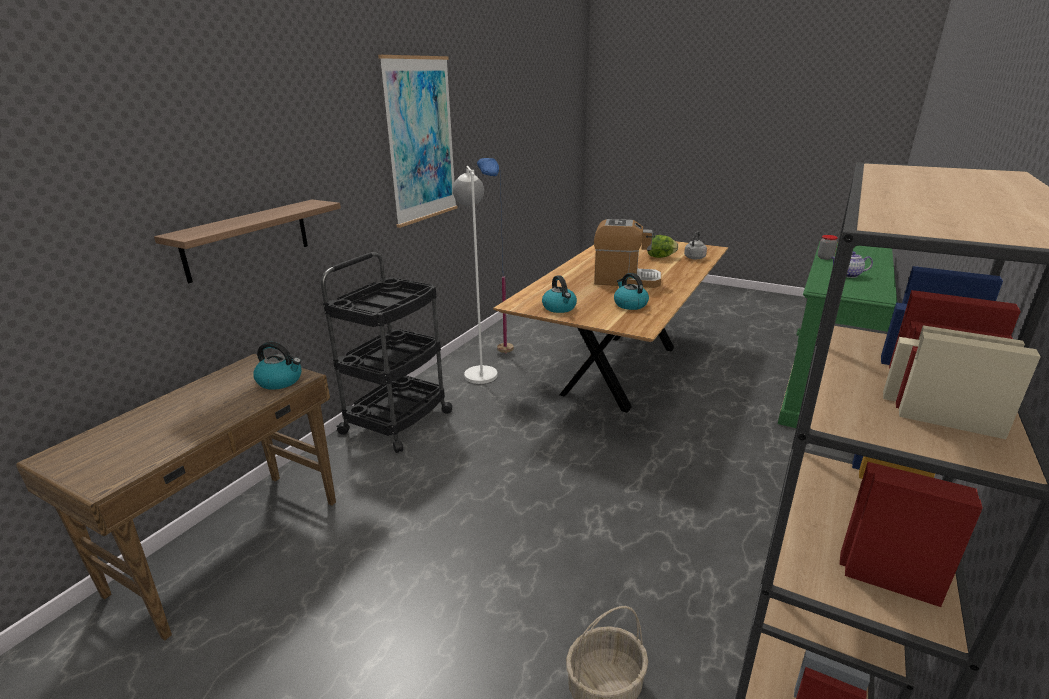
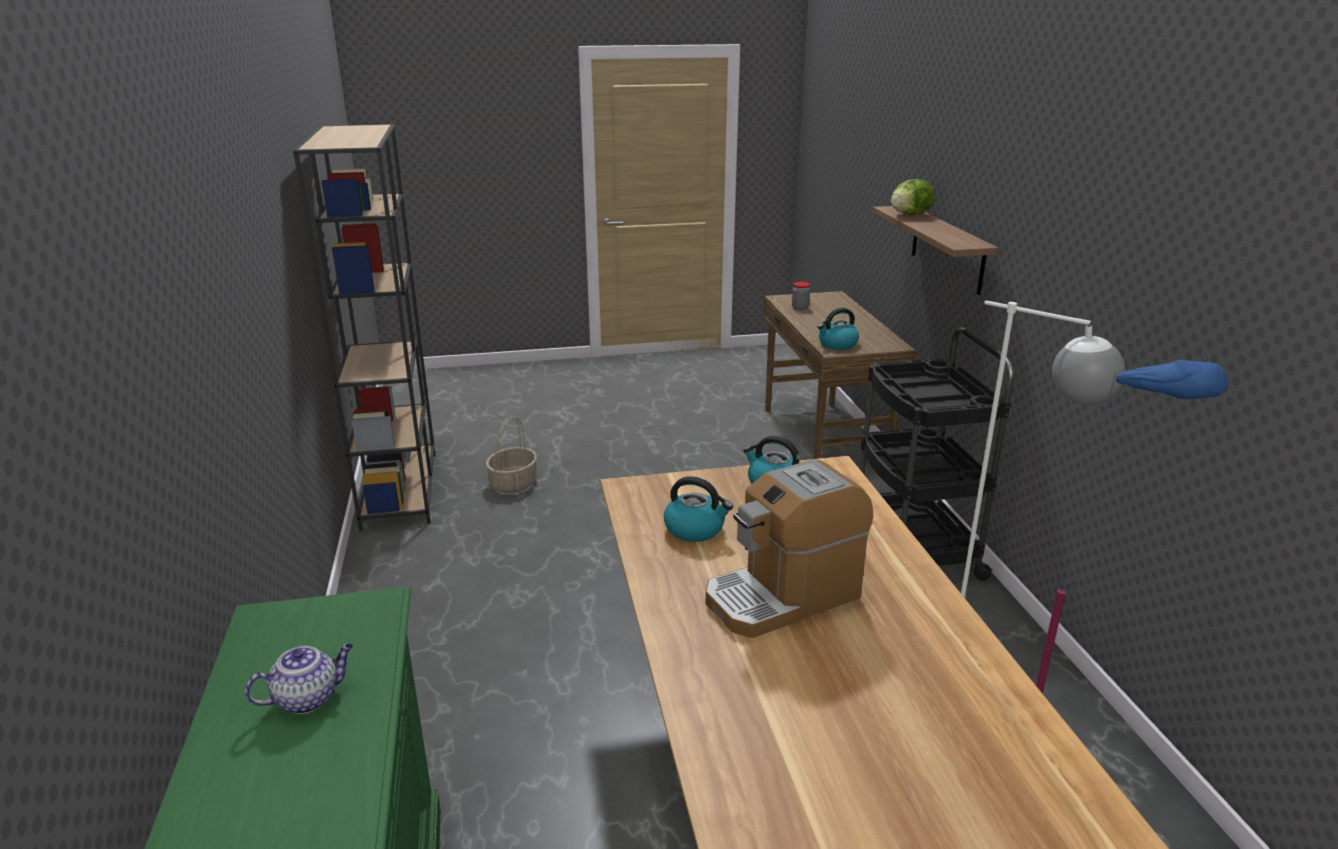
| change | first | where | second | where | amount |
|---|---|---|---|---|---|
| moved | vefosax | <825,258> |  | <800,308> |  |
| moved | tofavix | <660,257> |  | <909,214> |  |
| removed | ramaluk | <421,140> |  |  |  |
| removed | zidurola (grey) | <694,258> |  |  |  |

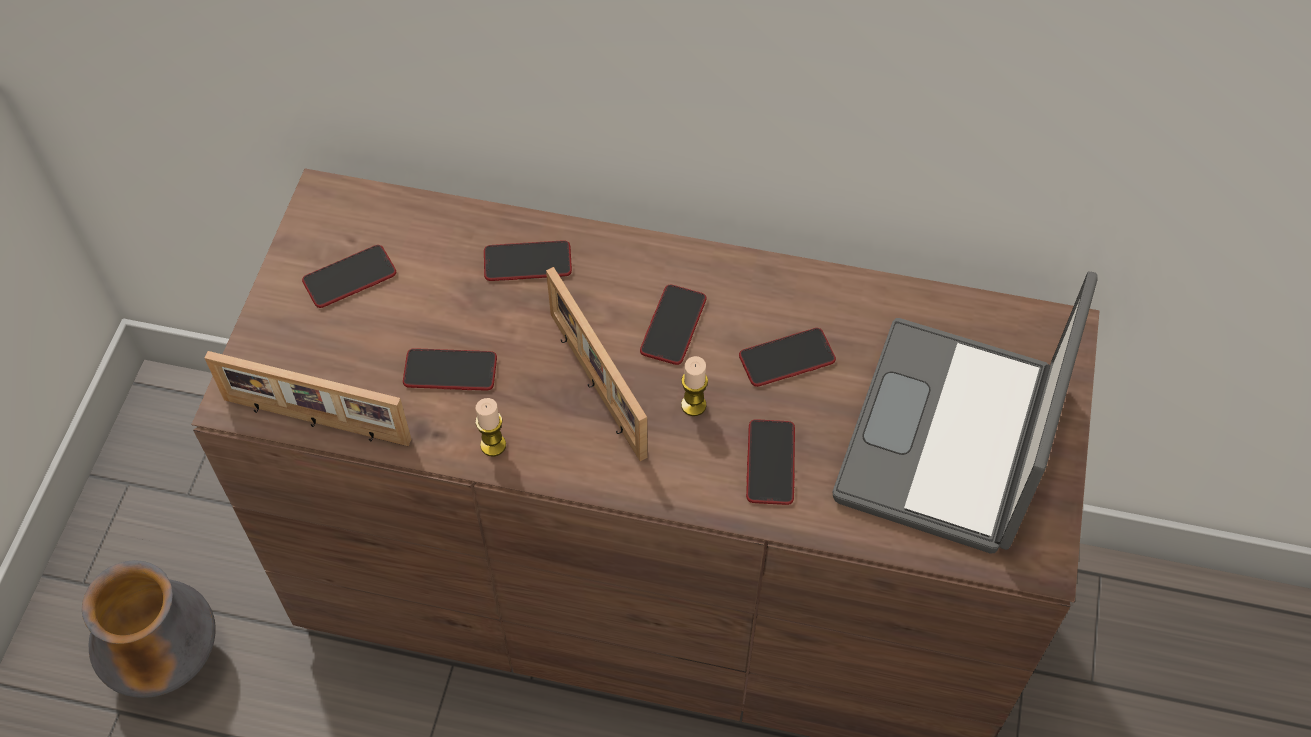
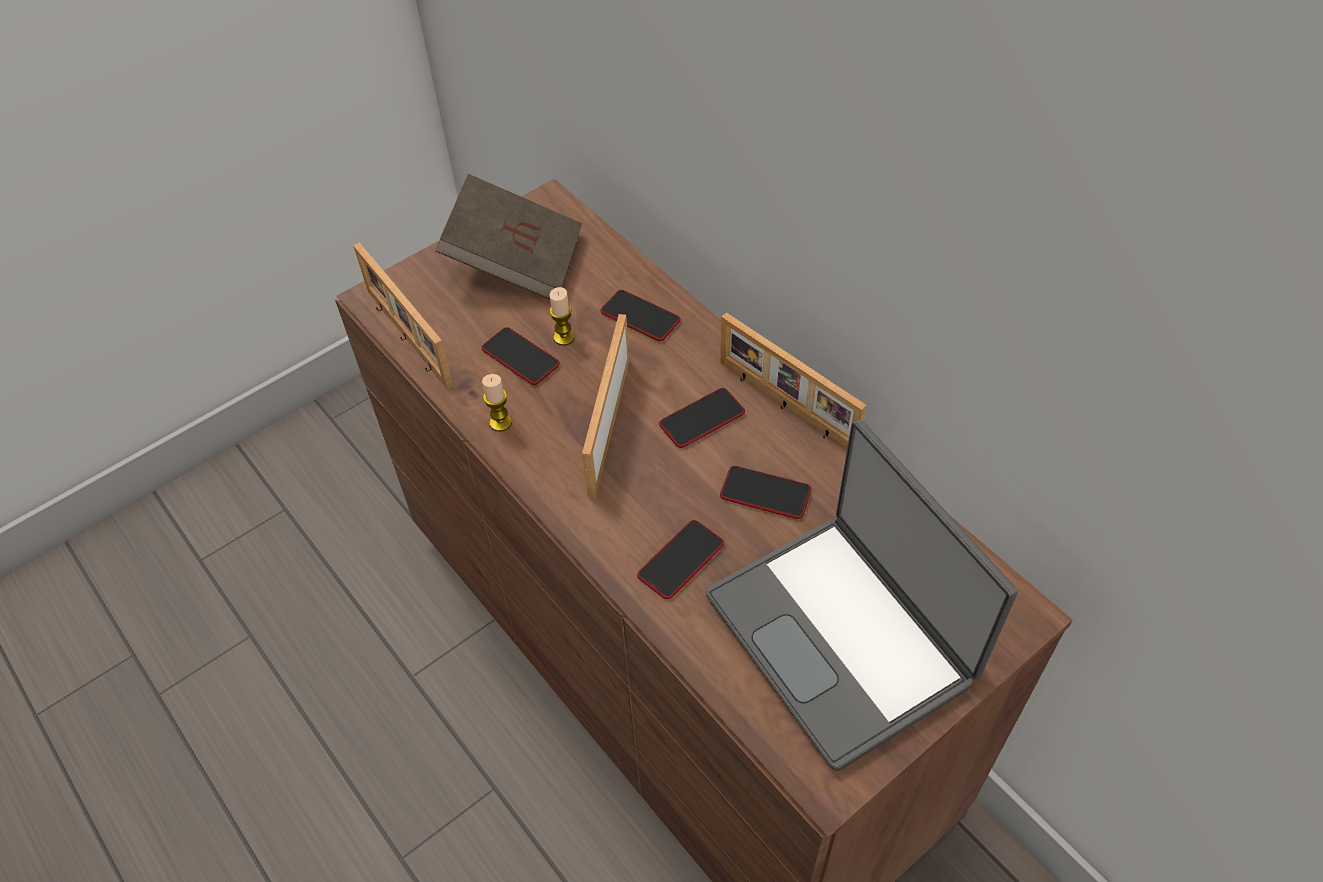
| change | first | where | second | where | amount |
|---|---|---|---|---|---|
| replaced | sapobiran | <349,277> | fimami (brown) | <515,261> |  |
| moved | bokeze | <693,405> |  | <564,337> |  |
| turned | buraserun | <951,438> |  | <842,636> | 90 degrees counterclockwise |
| added |  |  | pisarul | <785,406> |  |
| removed | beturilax | <168,659> |  |  |  |

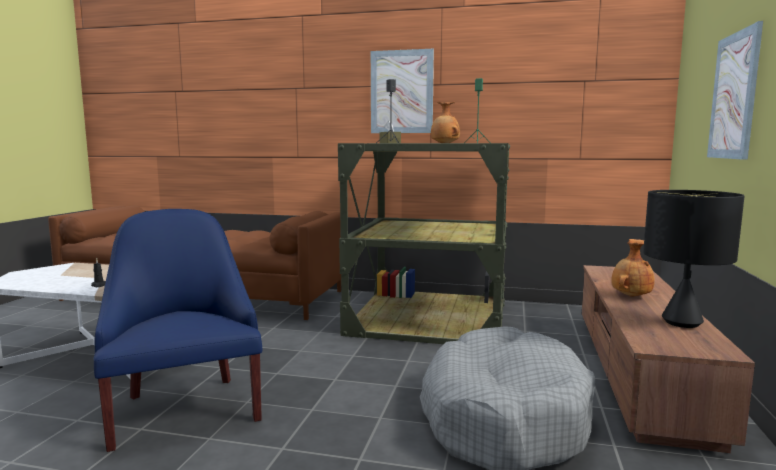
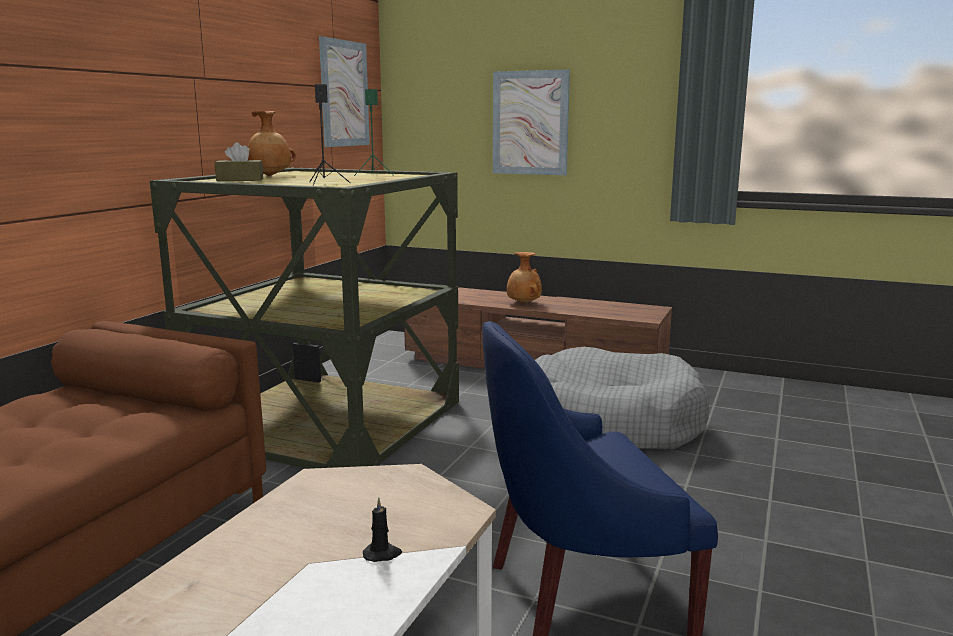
| change | first | where | second | where | amount |
|---|---|---|---|---|---|
| moved | ramaluk | <401,92> |  | <344,93> |  |
| removed | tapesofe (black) | <681,323> |  |  |  |

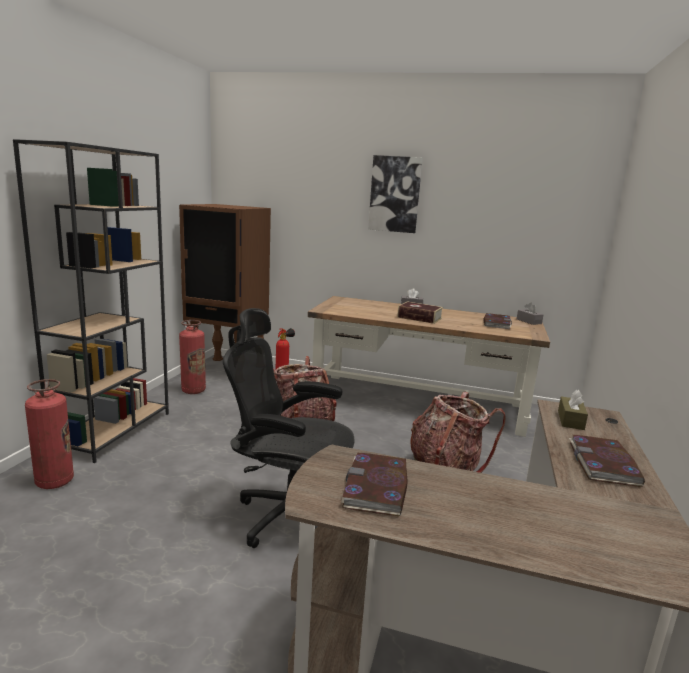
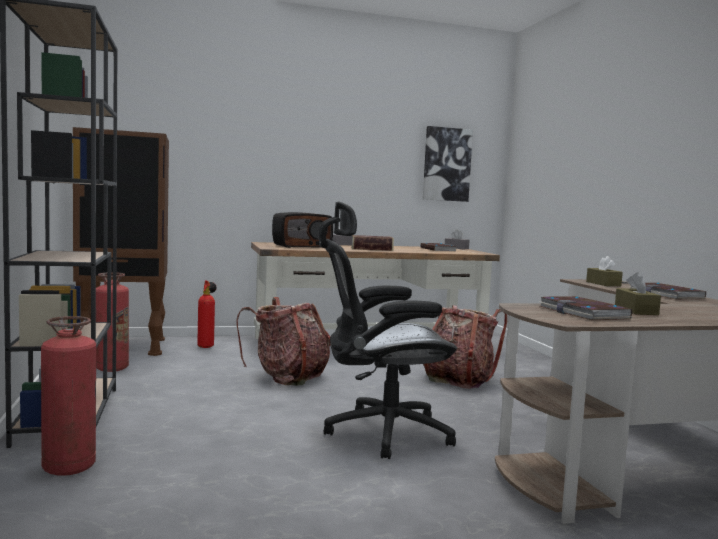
| change | first | where | second | where | amount |
|---|---|---|---|---|---|
| added |  |  | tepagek | <302,246> |  |
| moved | ramaluk | <395,194> |  | <446,164> |  |
| added |  |  | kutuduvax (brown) | <636,310> |  |

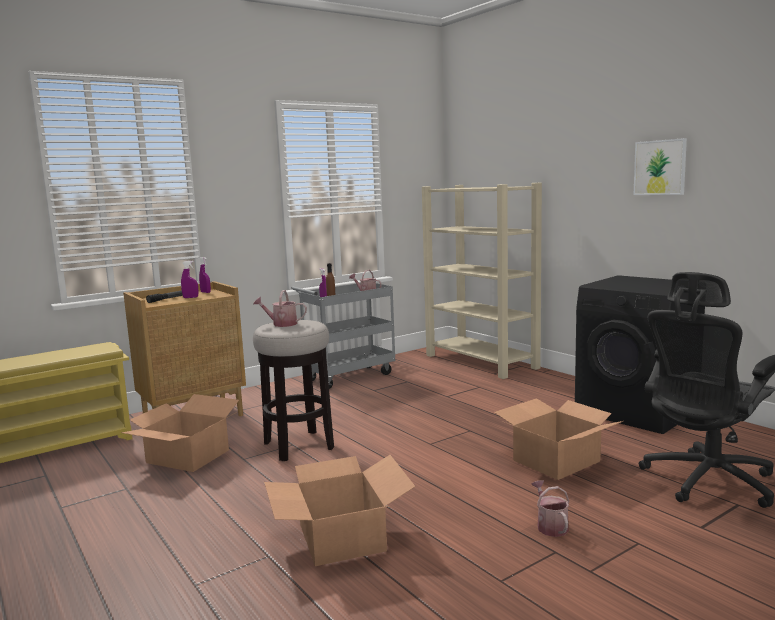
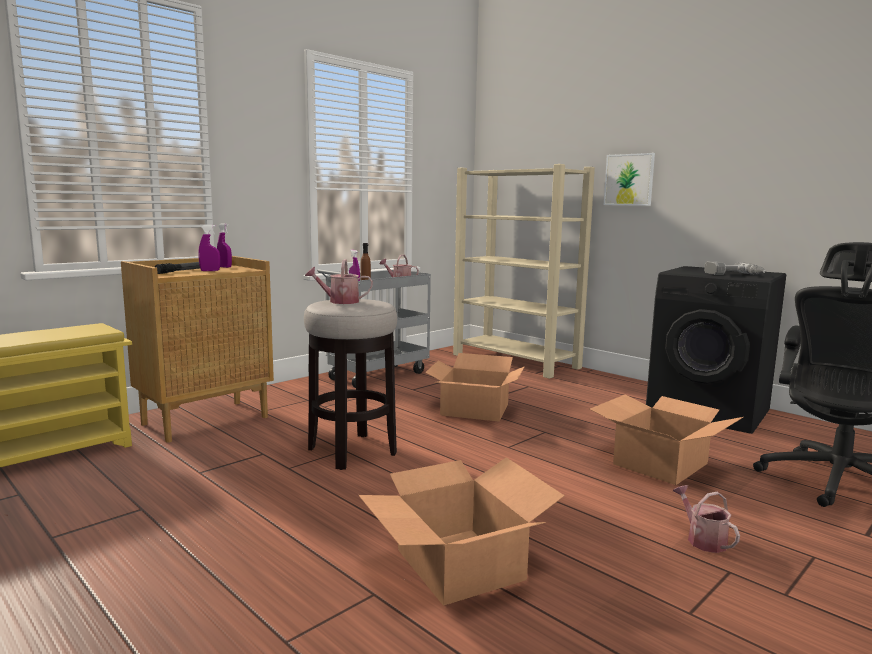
| change | first | where | second | where | amount |
|---|---|---|---|---|---|
| moved | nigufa | <187,457> |  | <475,410> |  |
| moved | ramaluk | <660,167> |  | <629,179> |  |
| added |  |  | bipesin | <734,275> |  |

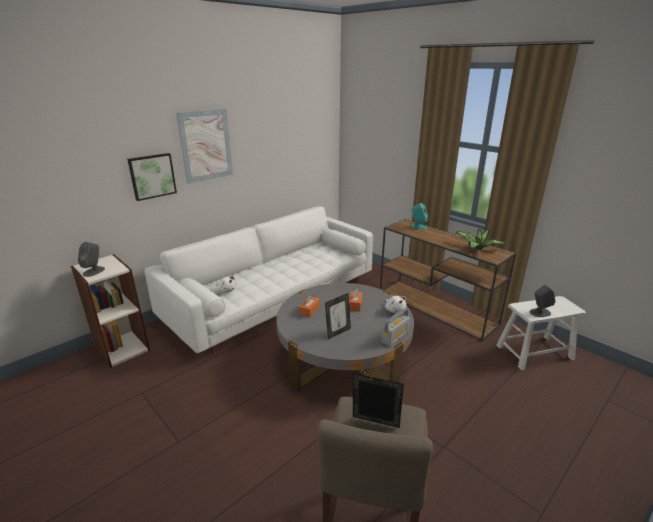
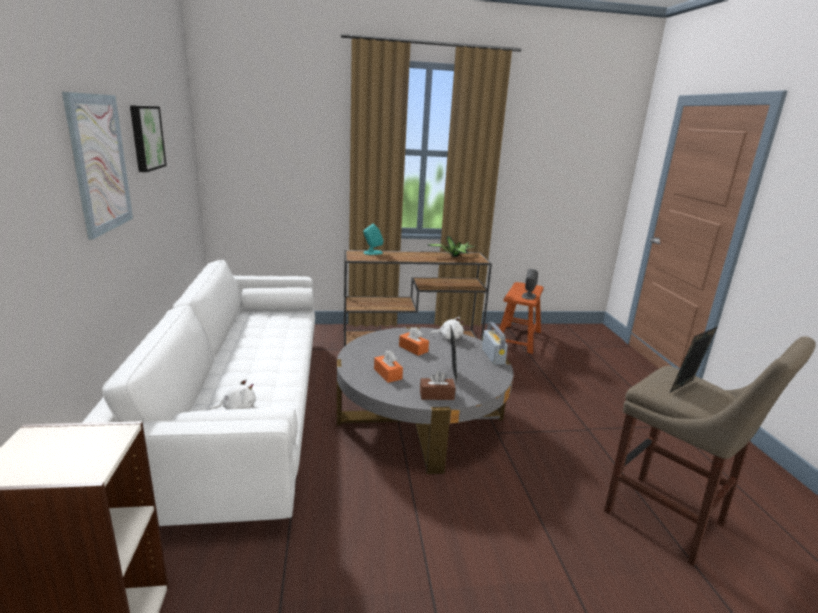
| change | first | where | second | where | amount |
|---|---|---|---|---|---|
| moved | ramaluk | <152,176> |  | <145,137> |  |
| added |  |  | kutuduvax (brown) | <436,395> |  |
| recoloured | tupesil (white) | <534,352> | tupesil (brown) | <518,338> |  |
| removed | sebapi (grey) | <94,271> |  |  |  |

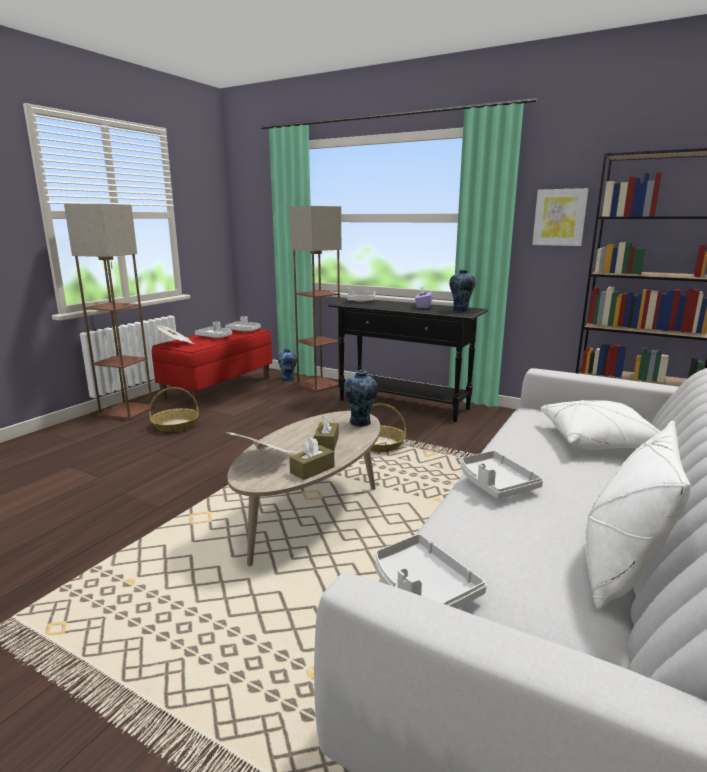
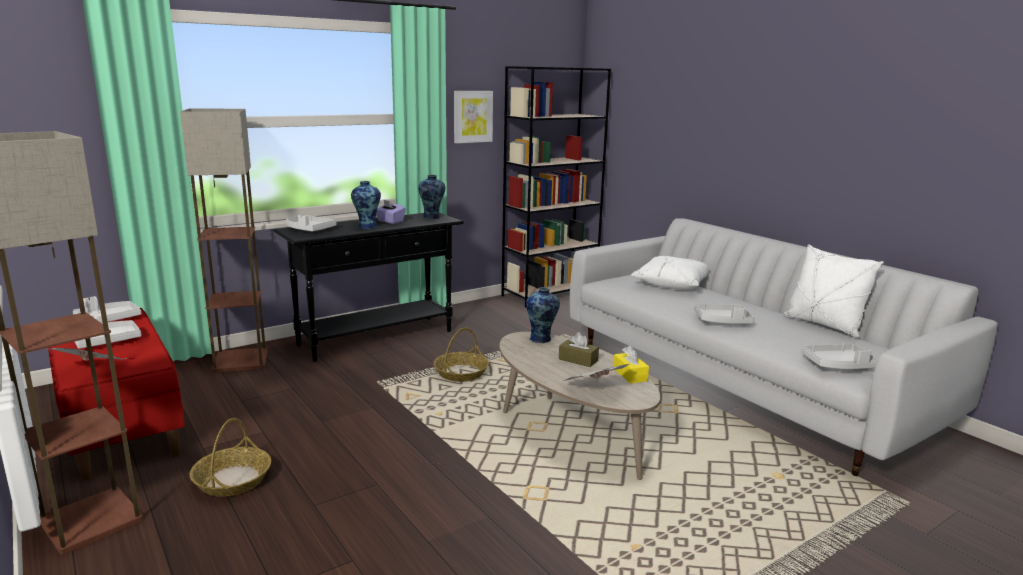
| change | first | where | second | where | amount |
|---|---|---|---|---|---|
| moved | beturilax | <288,379> |  | <367,227> |  |
| recoloured | kutuduvax (brown) | <312,470> | kutuduvax (yellow) | <630,374> |  |

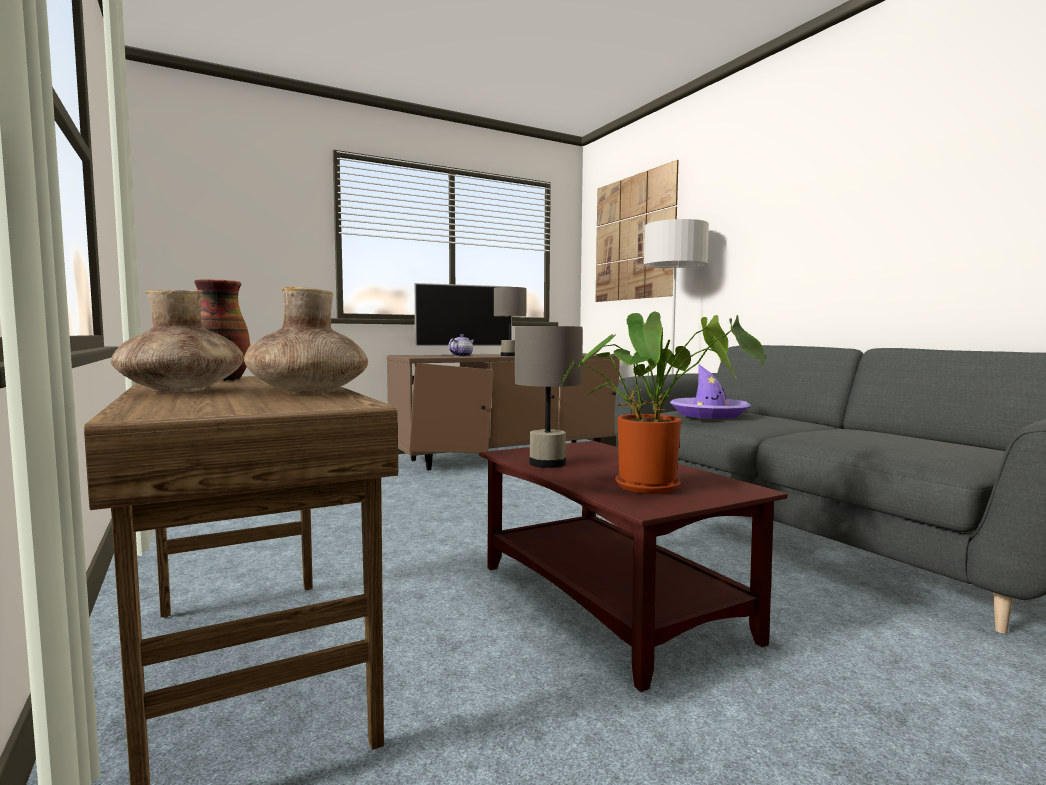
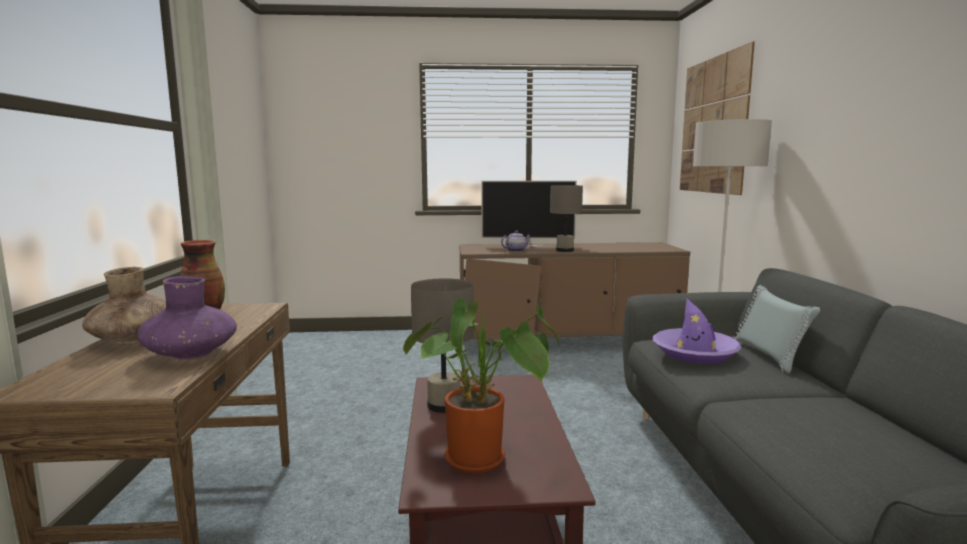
| change | first | where | second | where | amount |
|---|---|---|---|---|---|
| recoloured | beturilax (brown) | <309,392> | beturilax (purple) | <191,354> |  |
| added |  |  | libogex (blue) | <769,356> |  |

